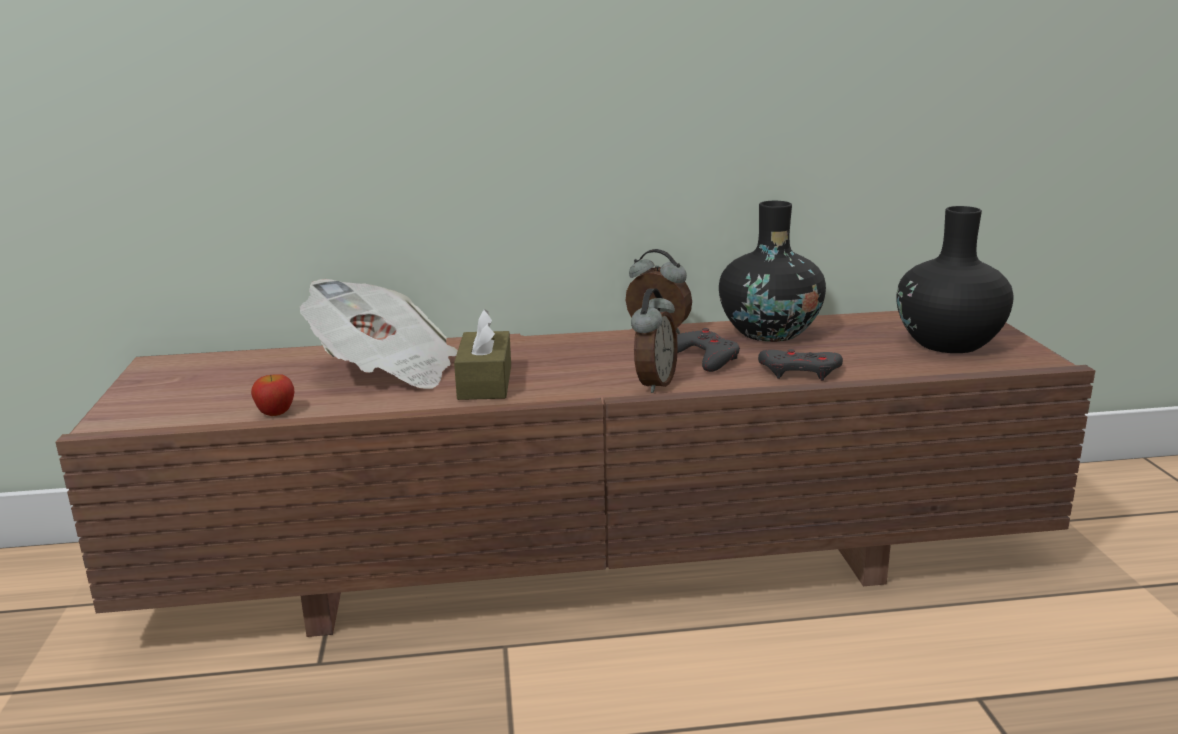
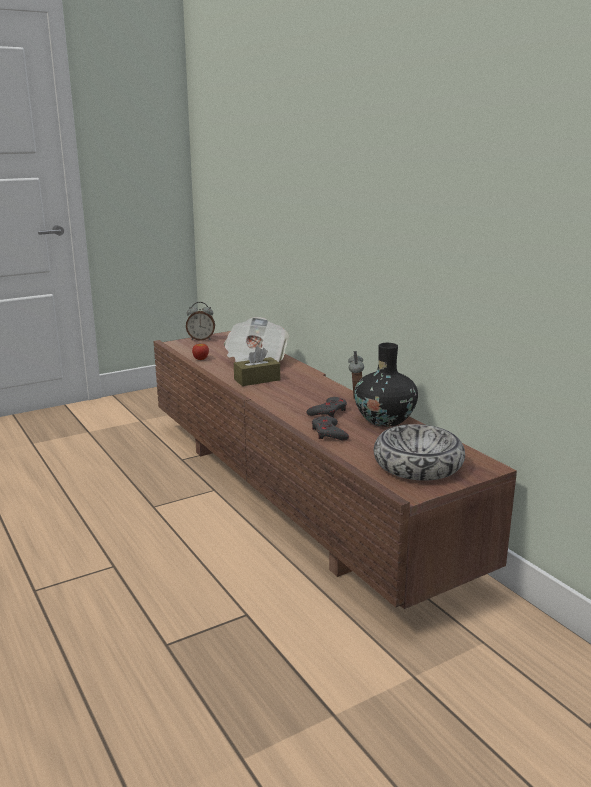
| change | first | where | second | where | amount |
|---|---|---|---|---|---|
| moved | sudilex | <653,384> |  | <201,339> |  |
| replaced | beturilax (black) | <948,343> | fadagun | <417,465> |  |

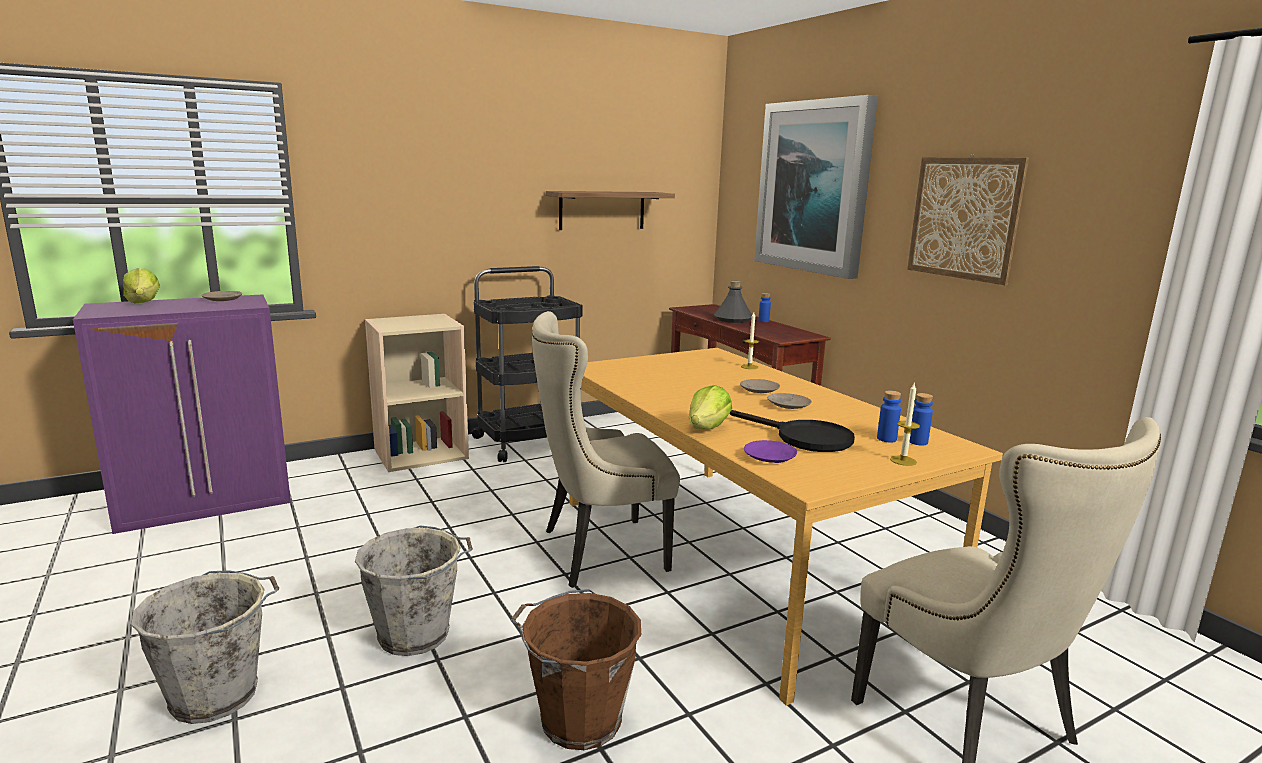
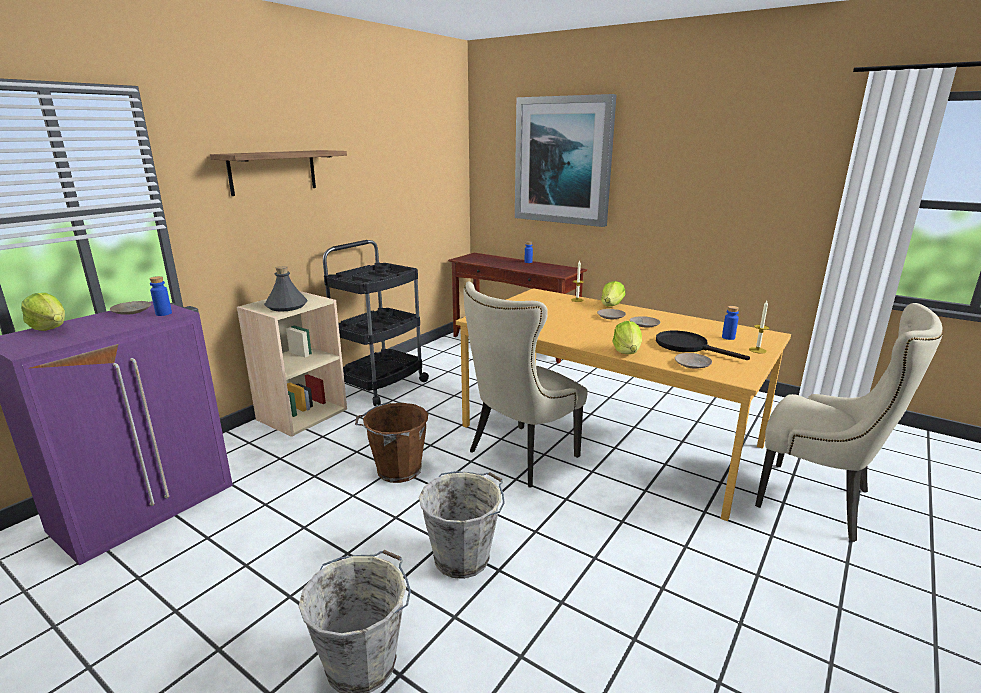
| change | first | where | second | where | amount |
|---|---|---|---|---|---|
| moved | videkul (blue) | <917,442> |  | <163,313> |  |
| moved | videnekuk | <602,210> |  | <273,172> |  |
| moved | videkul (grey) | <733,319> |  | <287,306> |  |
| moved | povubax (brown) | <577,720> |  | <397,470> |  |
| added |  |  | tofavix | <612,305> |  |
| turned | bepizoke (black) | <804,438> |  | <688,347> | 150 degrees counterclockwise |
| recoloured | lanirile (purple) | <770,457> | lanirile (beige) | <693,365> |  |
| removed | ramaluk | <964,216> |  |  |  |

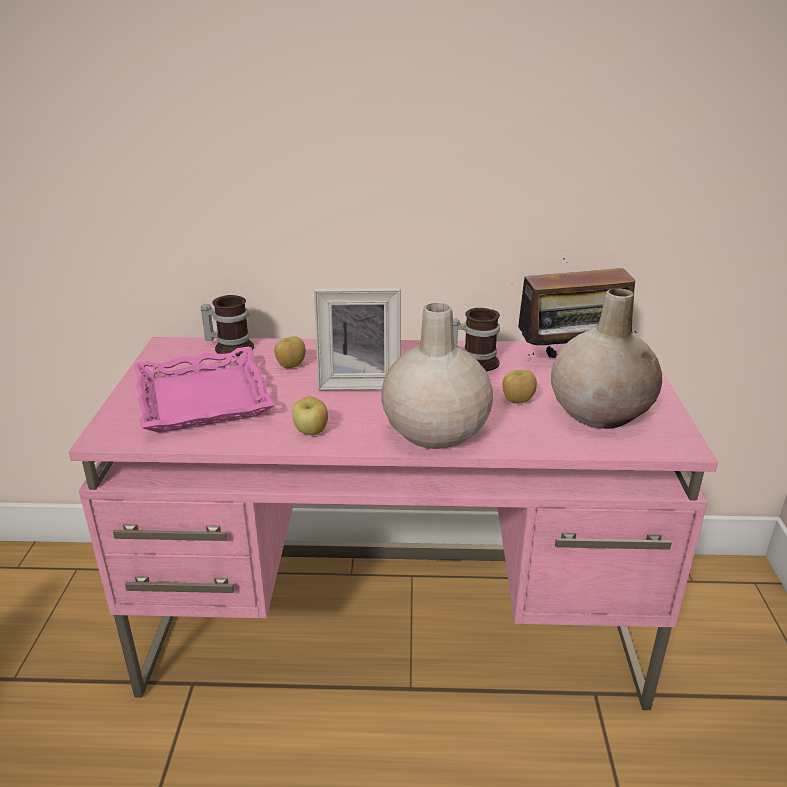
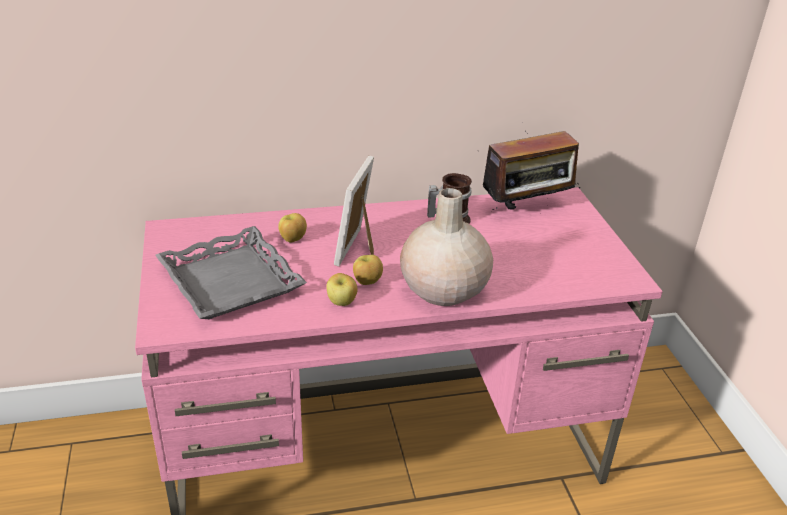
| change | first | where | second | where | amount |
|---|---|---|---|---|---|
| recoloured | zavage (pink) | <202,399> | zavage (grey) | <229,281> |  |
| turned | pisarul | <359,381> |  | <360,249> | 120 degrees clockwise |
| moved | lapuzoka | <517,401> |  | <367,282> |  |
| removed | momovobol | <231,347> |  |  |  |
| removed | beturilax (beige) | <600,412> |  |  |  |

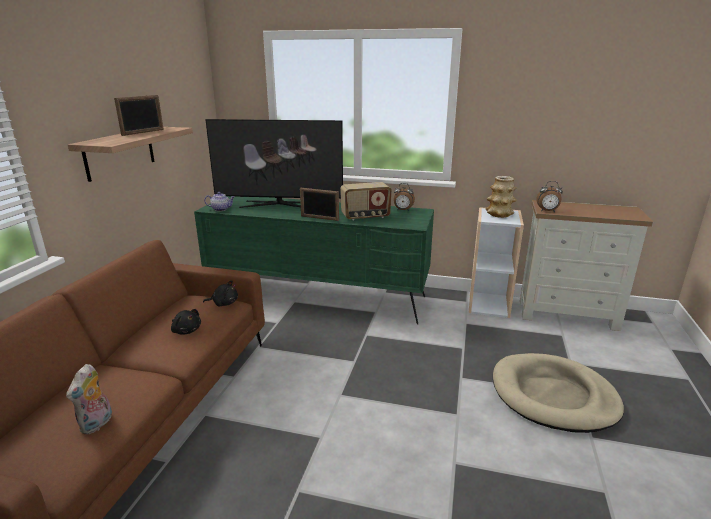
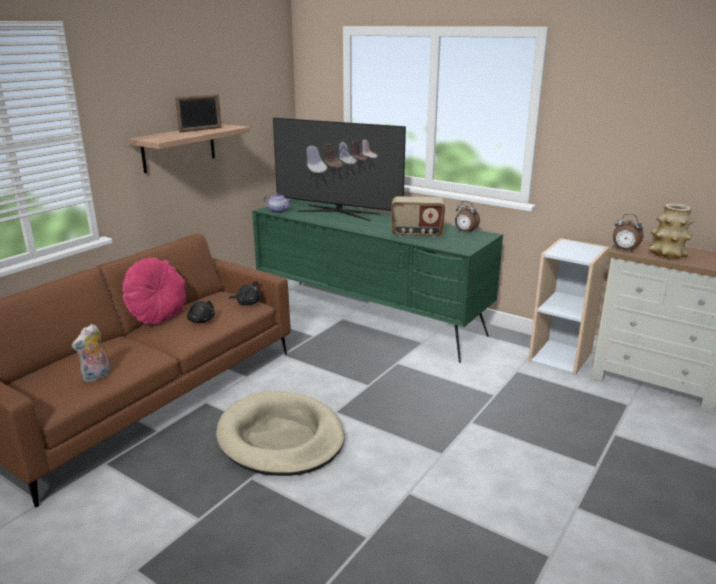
| change | first | where | second | where | amount |
|---|---|---|---|---|---|
| added |  |  | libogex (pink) | <158,318> |  |
| moved | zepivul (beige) | <553,396> |  | <281,438> |  |
| moved | beturilax | <499,214> |  | <667,255> |  |
| removed | pisarul | <319,218> |  |  |  |

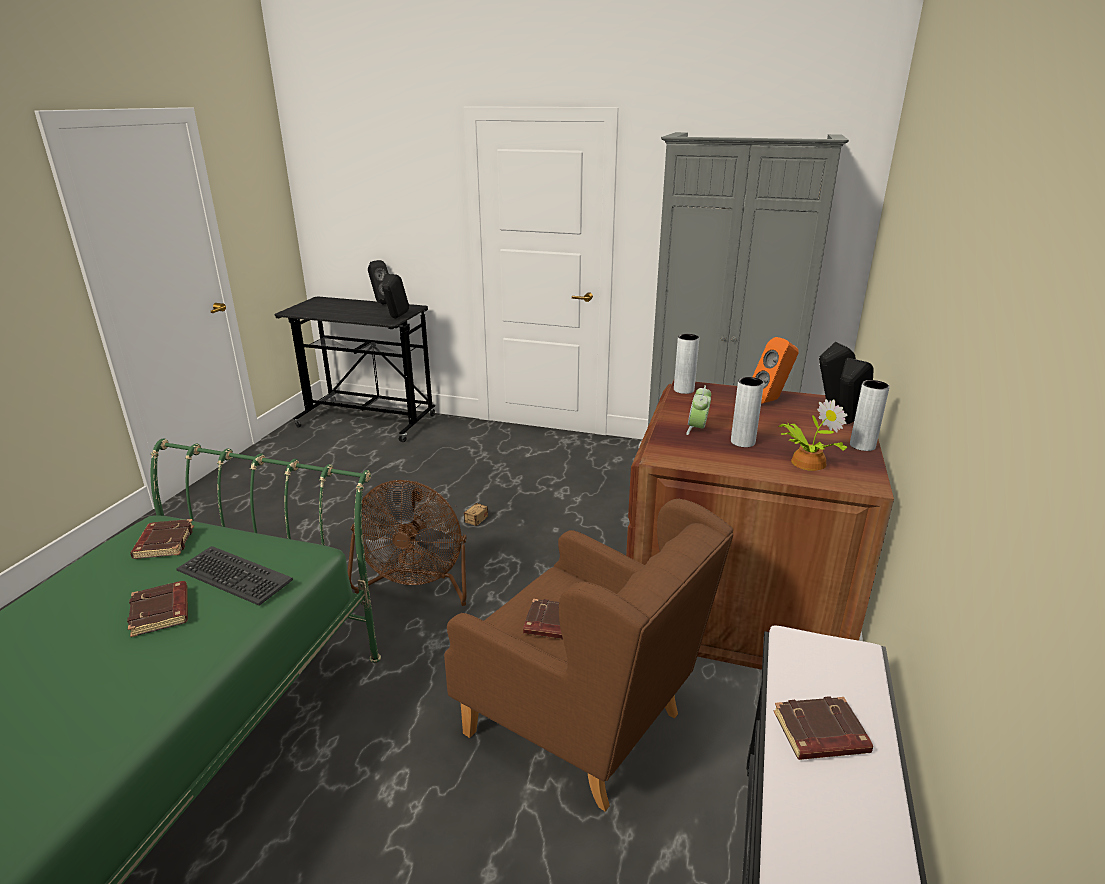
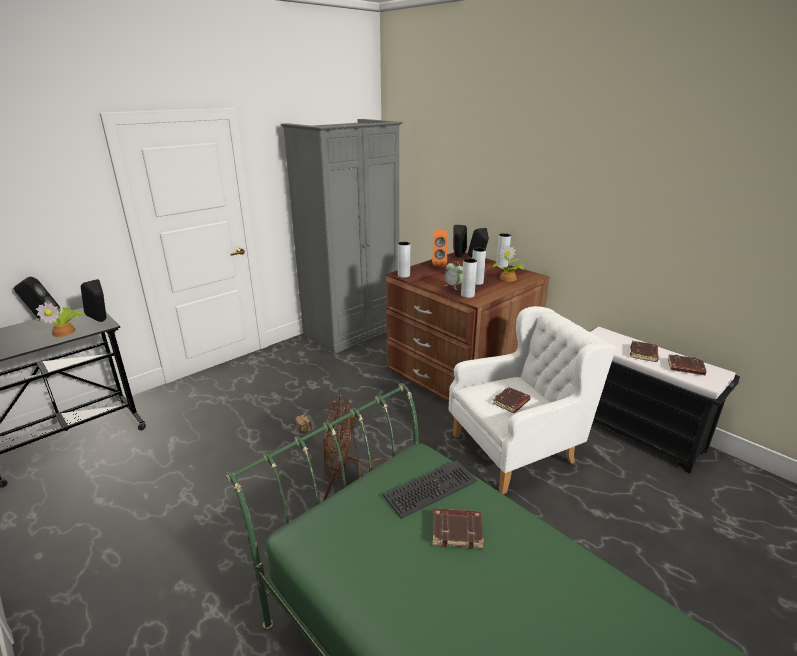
| change | first | where | second | where | amount |
|---|---|---|---|---|---|
| added |  |  | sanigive | <65,331> |  |
| turned | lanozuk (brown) | <413,583> |  | <348,476> | 135 degrees clockwise |
| recoloured | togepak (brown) | <583,723> | togepak (white) | <517,449> |  |
| added |  |  | beturilax (grey) | <467,295> |  |
| moved | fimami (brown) | <164,543> |  | <685,368> |  |

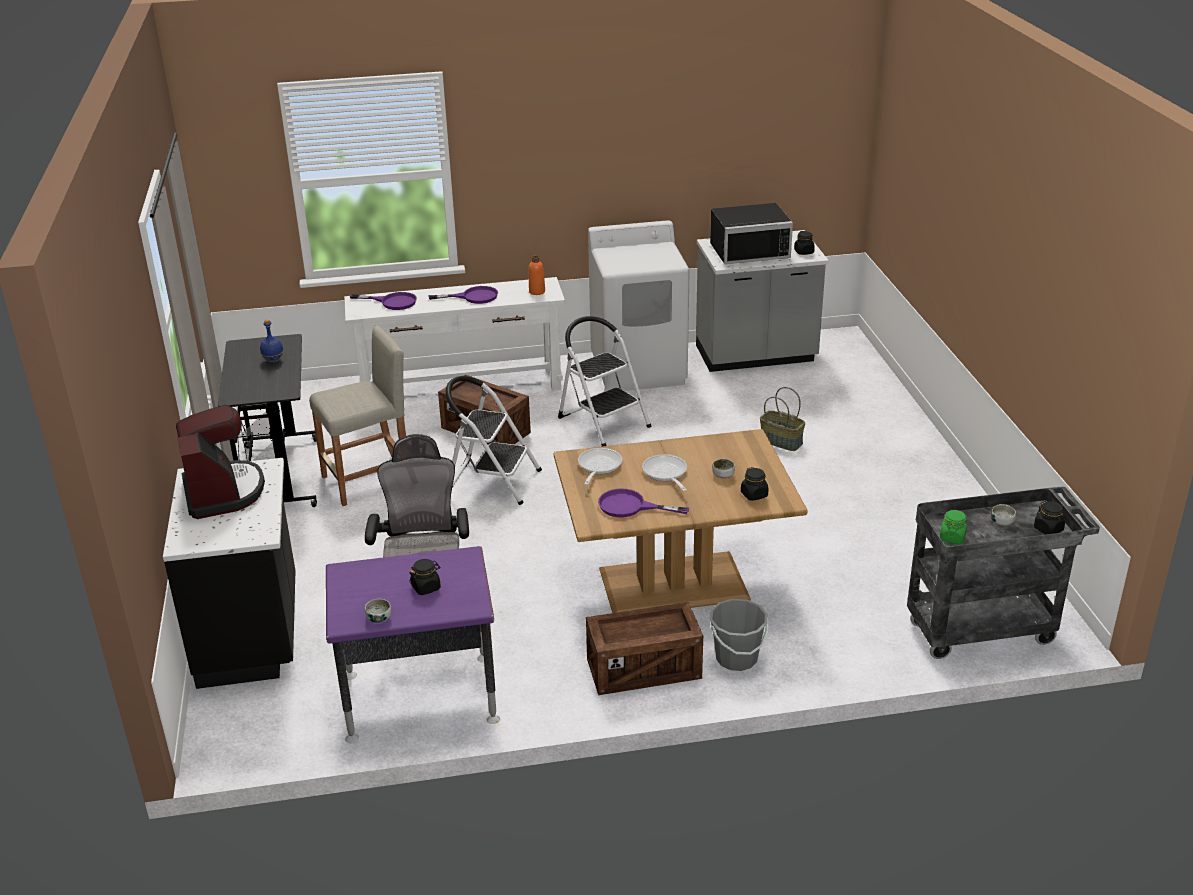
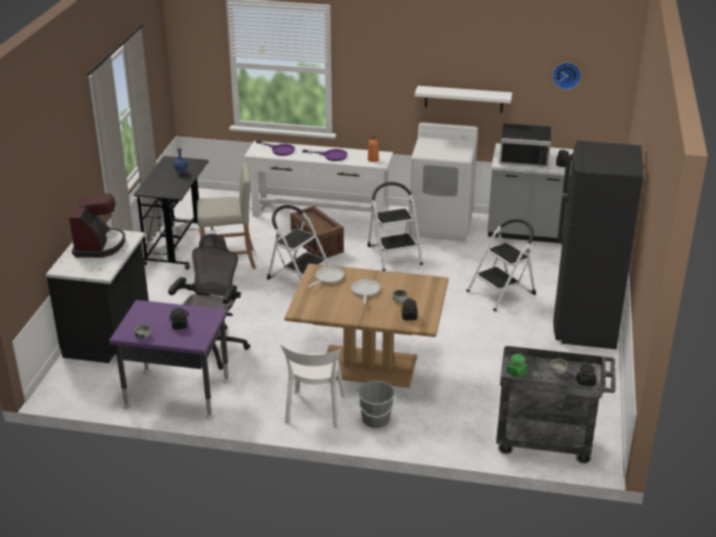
| change | first | where | second | where | amount |
|---|---|---|---|---|---|
| replaced | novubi | <643,670> | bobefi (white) | <314,412> |  |
| added |  |  | videnekuk (white) | <464,99> |  |
| replaced | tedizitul | <781,441> | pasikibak | <503,292> |  |
| added |  |  | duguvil | <566,75> |  |
| added |  |  | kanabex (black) | <585,327> |  |
| removed | bepizoke (purple) | <630,506> |  |  |  |

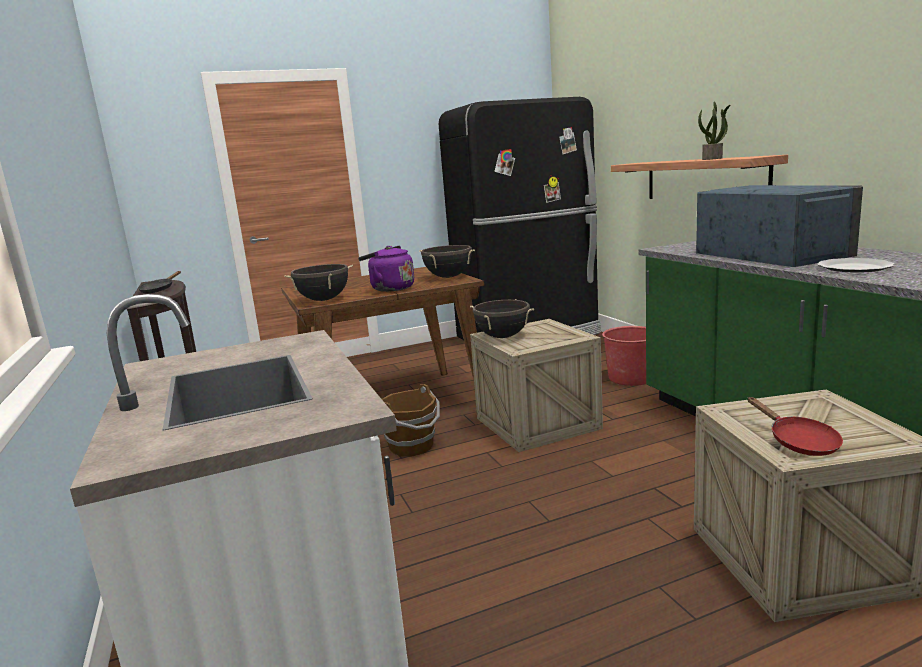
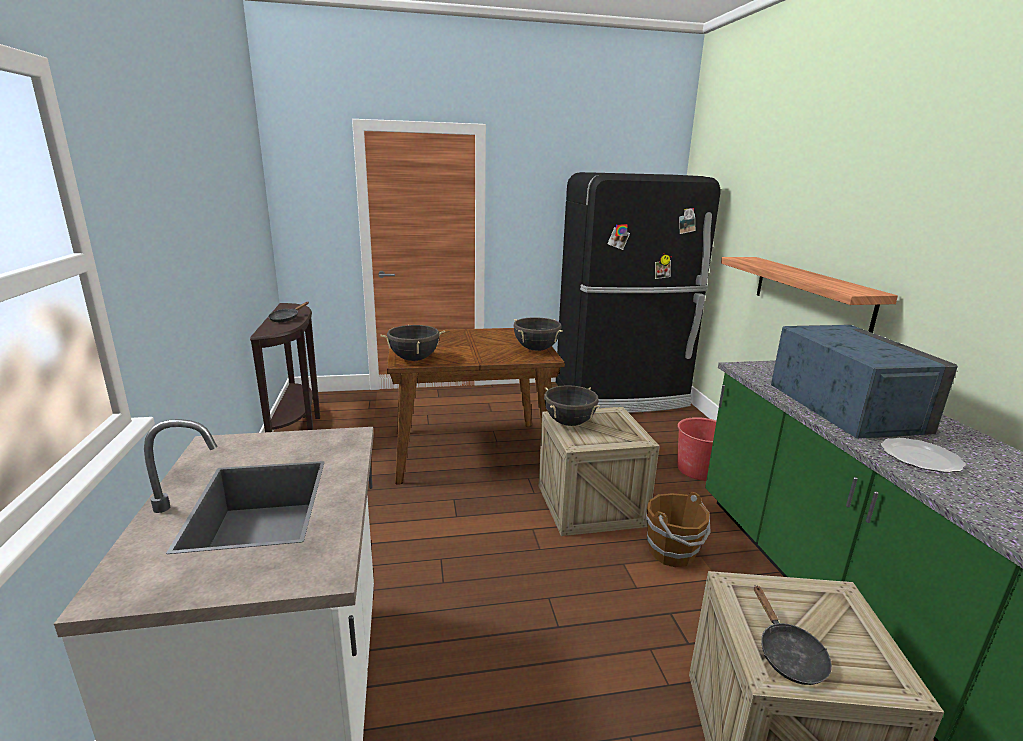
| change | first | where | second | where | amount |
|---|---|---|---|---|---|
| moved | povubax (brown) | <412,446> |  | <673,553> |  |
| recoloured | bepizoke (red) | <798,442> | bepizoke (black) | <787,655> |  |
| removed | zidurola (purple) | <390,289> |  |  |  |
| removed | sanigive | <712,159> |  |  |  |

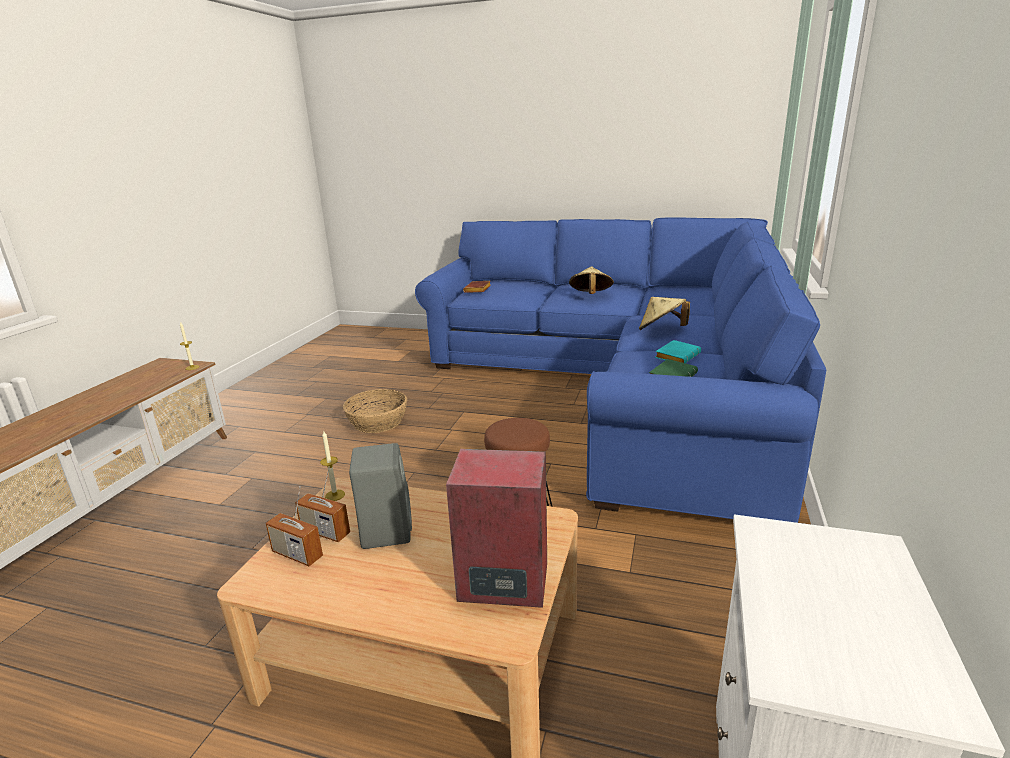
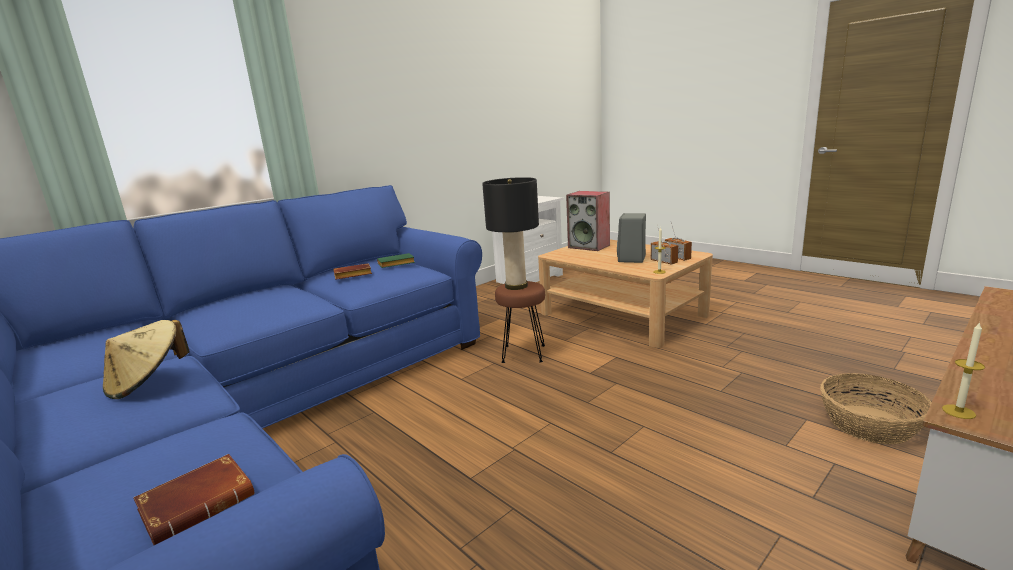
| change | first | where | second | where | amount |
|---|---|---|---|---|---|
| recoloured | fimami (turquoise) | <677,356> | fimami (brown) | <352,275> |  |
| added |  |  | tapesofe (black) | <516,286> |  |
| moved | tedizitul | <378,422> |  | <869,424> |  |
| removed | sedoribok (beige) | <661,330> |  |  |  |

